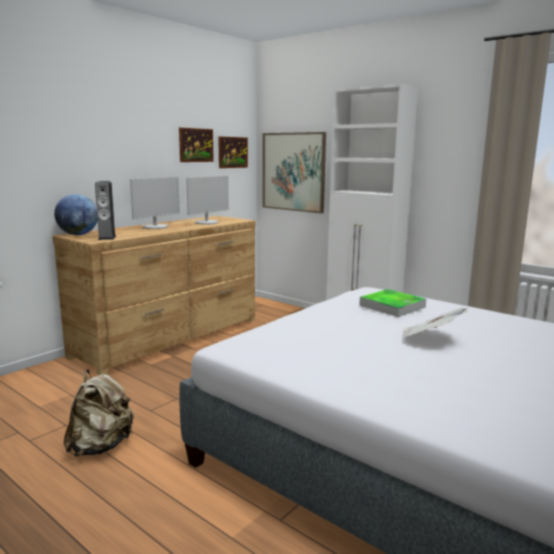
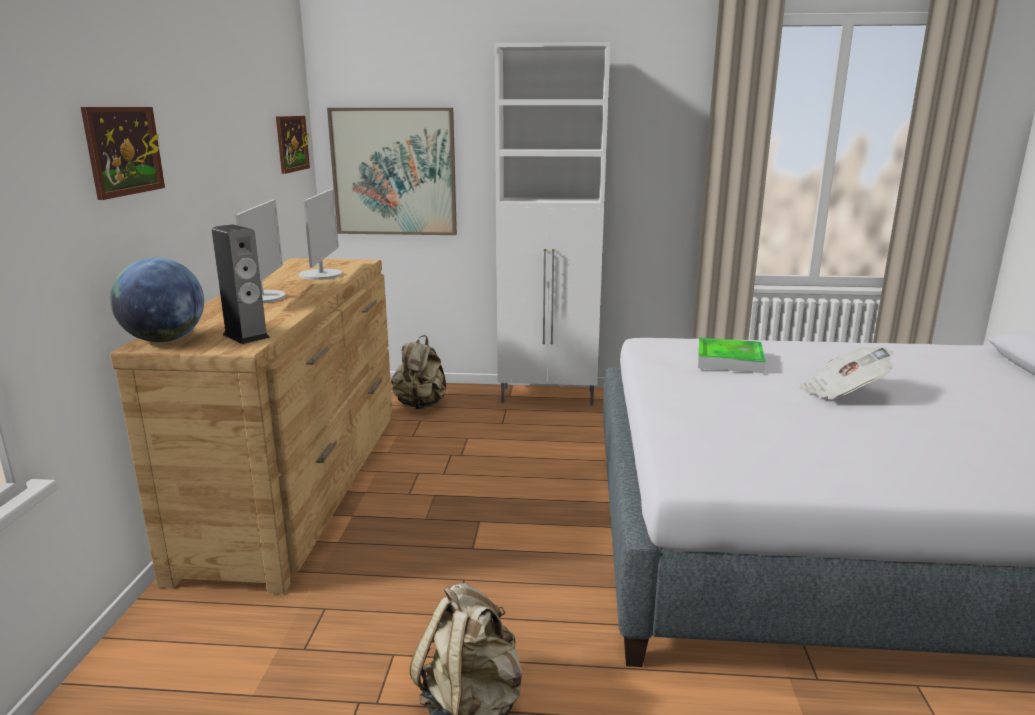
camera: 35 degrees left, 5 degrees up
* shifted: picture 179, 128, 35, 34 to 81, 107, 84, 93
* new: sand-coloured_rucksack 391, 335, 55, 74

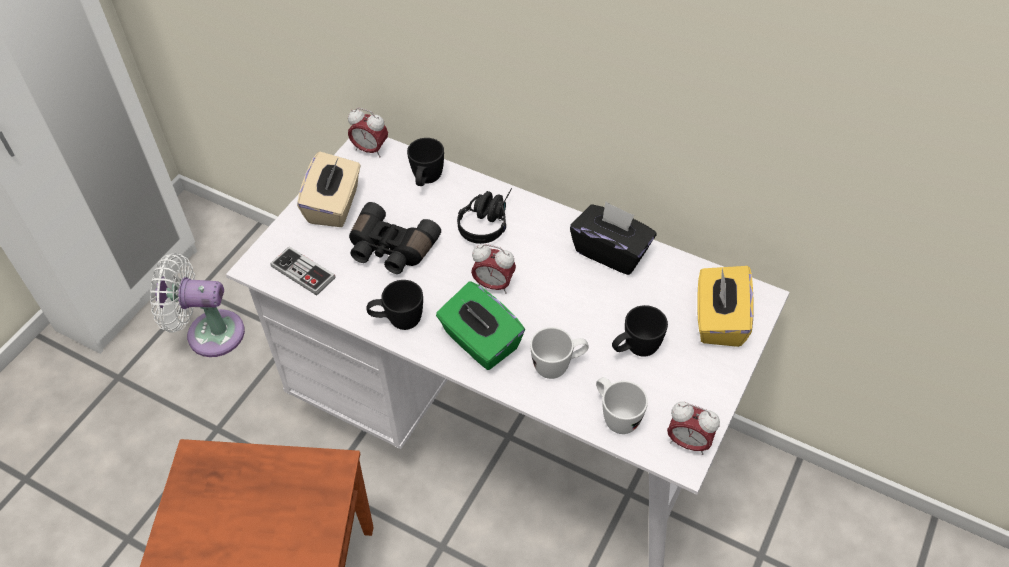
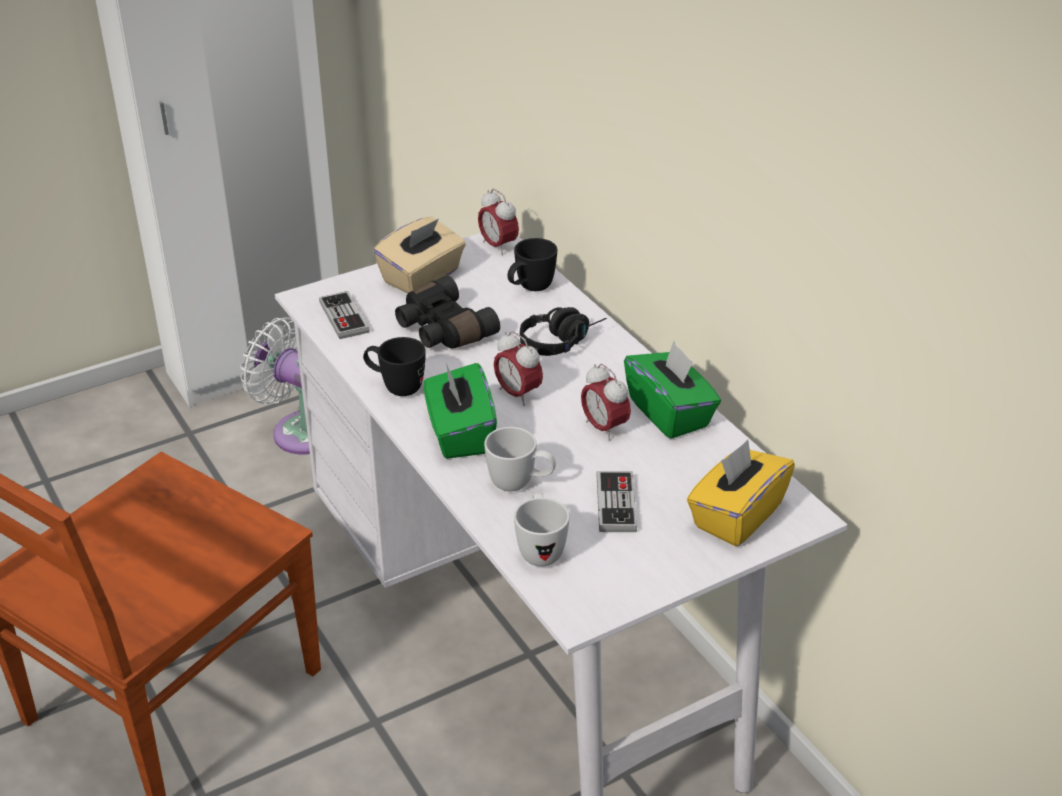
camera: 30 degrees right, 15 degrees down
* repainted: black_box_of_tissues 570, 201, 86, 74 to green_box_of_tissues 624, 341, 97, 98
* swapped: black_mug 612, 305, 56, 51 to gamepad 596, 471, 41, 61
* shifted: alarm_clock 667, 402, 53, 53 to 581, 364, 50, 77

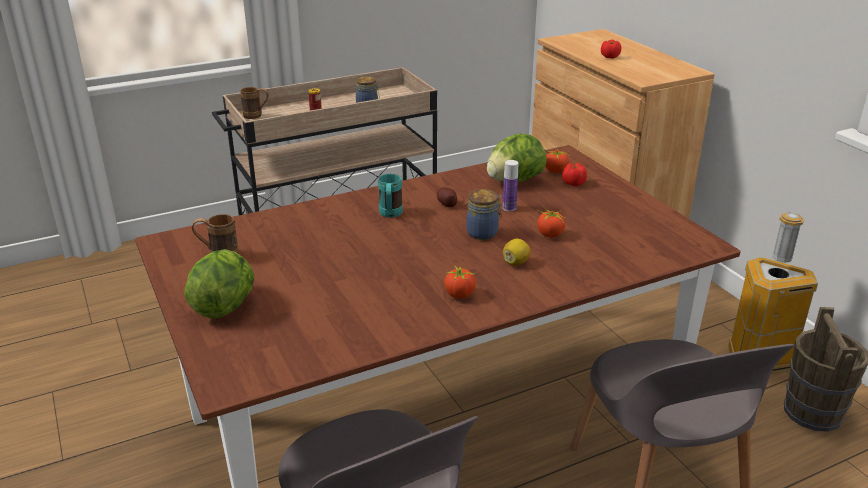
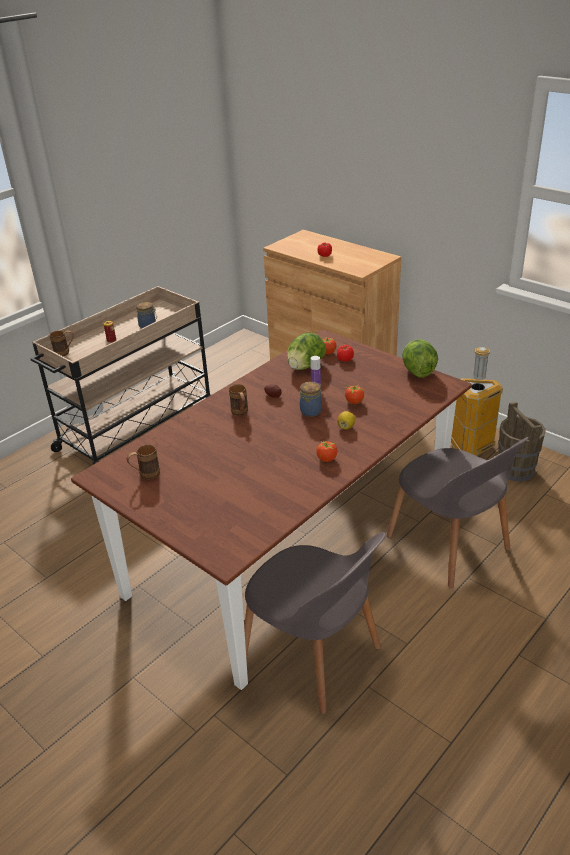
camera: 20 degrees left, 5 degrees up
* repainted: turquoise-coloured_mug 378, 174, 25, 43 to brown_mug 229, 384, 19, 32
* shifted: head_of_lettuce 184, 249, 70, 70 to 402, 339, 36, 39

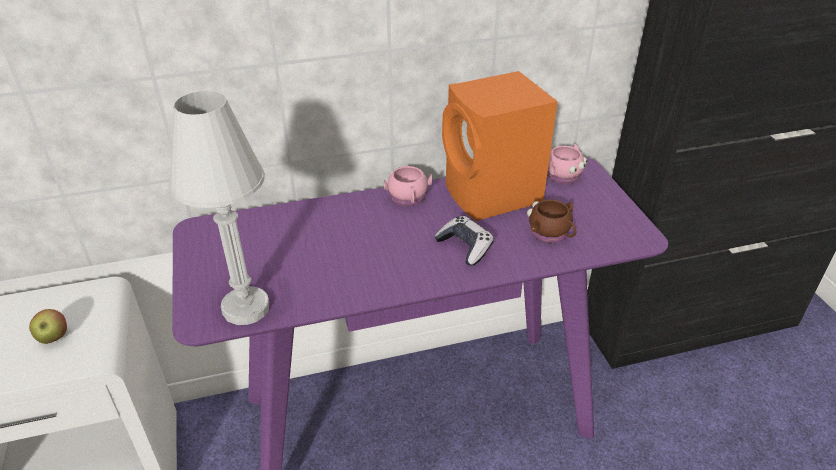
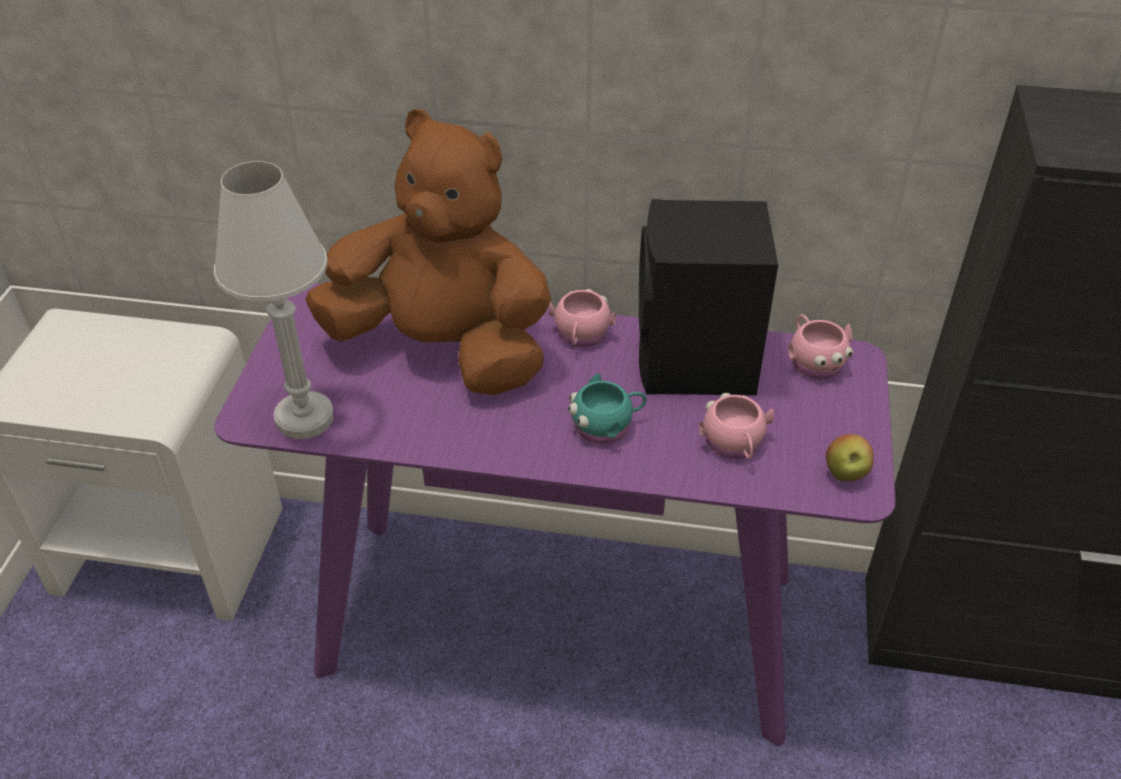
camera: 25 degrees right, 5 degrees up
* repainted: orange_audio_speaker 442, 71, 116, 150 to black_audio_speaker 639, 199, 139, 197
* repainted: brown_mug 527, 199, 49, 44 to pink-coloured_mug 699, 393, 75, 66
* swapped: gamepad 434, 216, 60, 50 to turquoise-coloured_mug 568, 373, 79, 71
* shifted: apple 29, 309, 38, 35 to 826, 434, 48, 47
* new: brown_plush_toy 305, 109, 246, 286

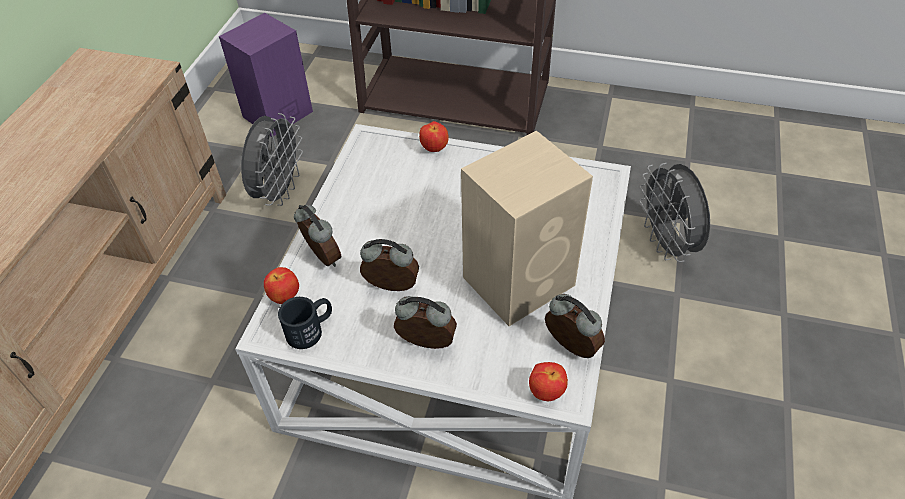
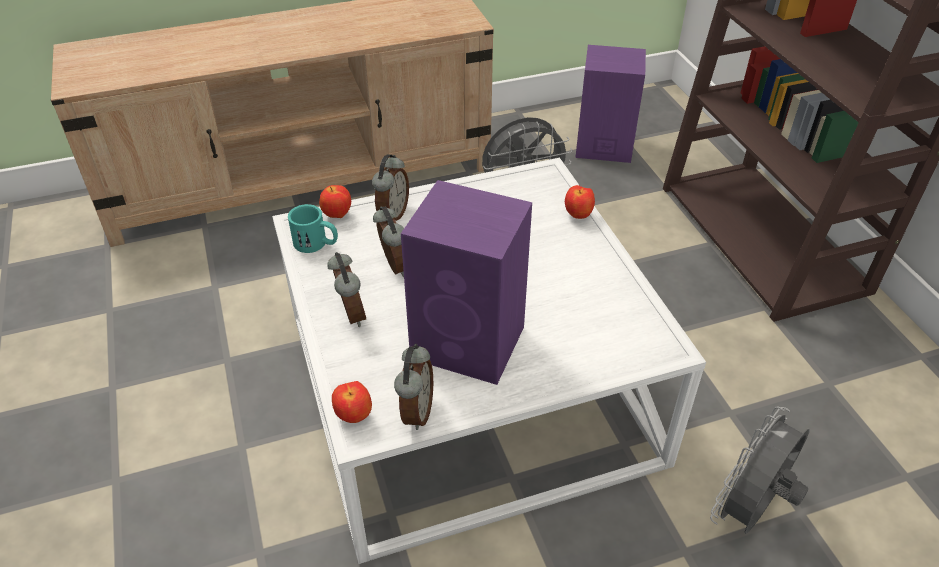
camera: 55 degrees right, 5 degrees down
* repainted: sand-coloured_audio_speaker 461, 131, 132, 195 to purplish_audio_speaker 401, 180, 131, 205
* repainted: black_mug 278, 297, 54, 52 to turquoise-coloured_mug 288, 204, 50, 49

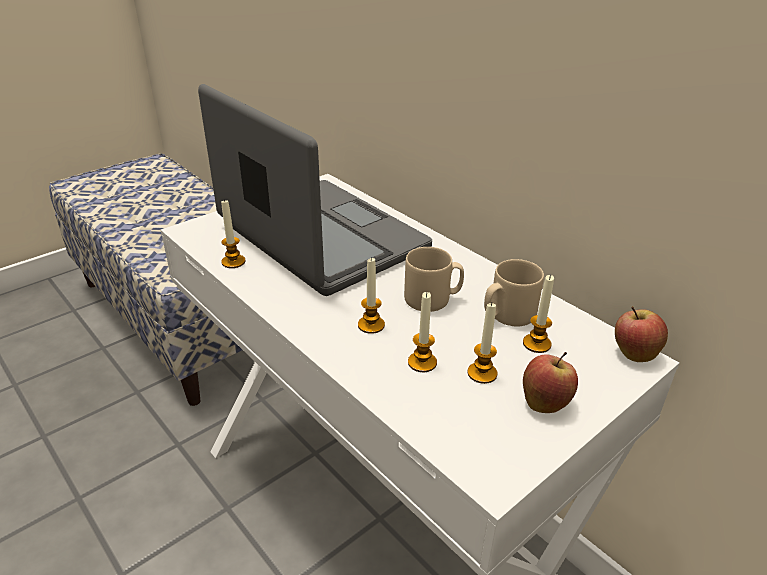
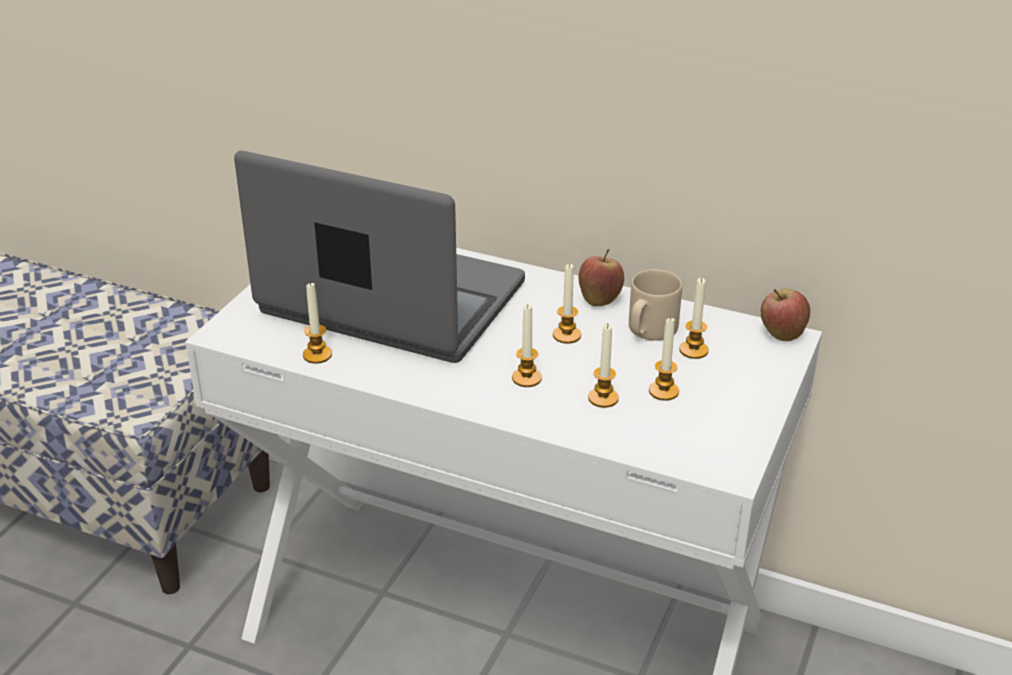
camera: 25 degrees left, 0 degrees up
* swapped: sand-coloured_mug 404, 247, 60, 65 to wax_candle 553, 263, 28, 81
* shifted: apple 523, 352, 55, 61 to 579, 249, 45, 57

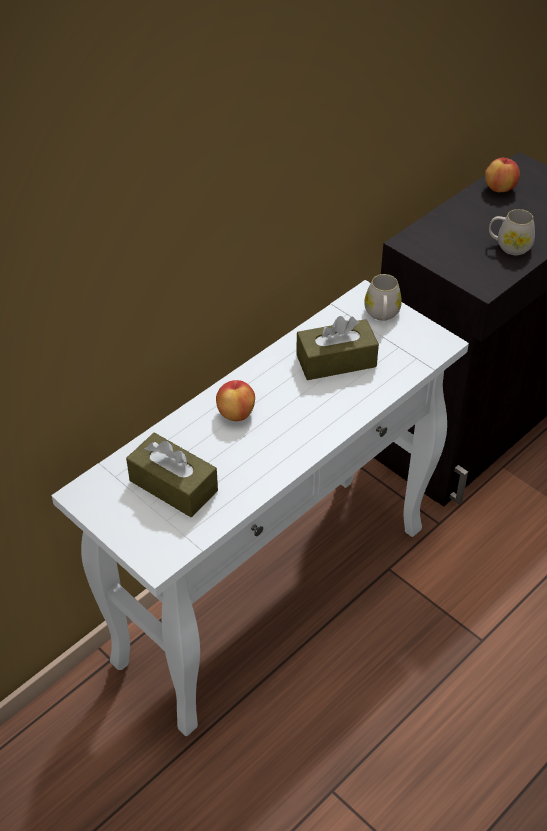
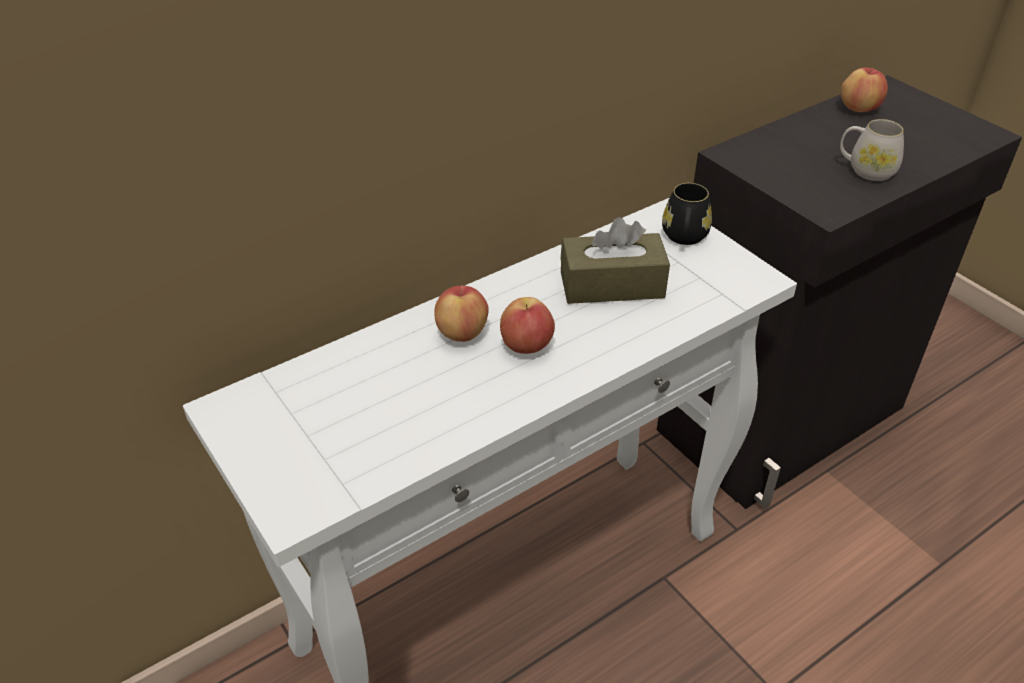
camera: 10 degrees right, 5 degrees down
* repainted: white_mug 364, 274, 38, 47 to black_mug 662, 183, 50, 62
* gone: brown_box_of_tissues 126, 433, 92, 84
* new: apple 500, 297, 55, 57

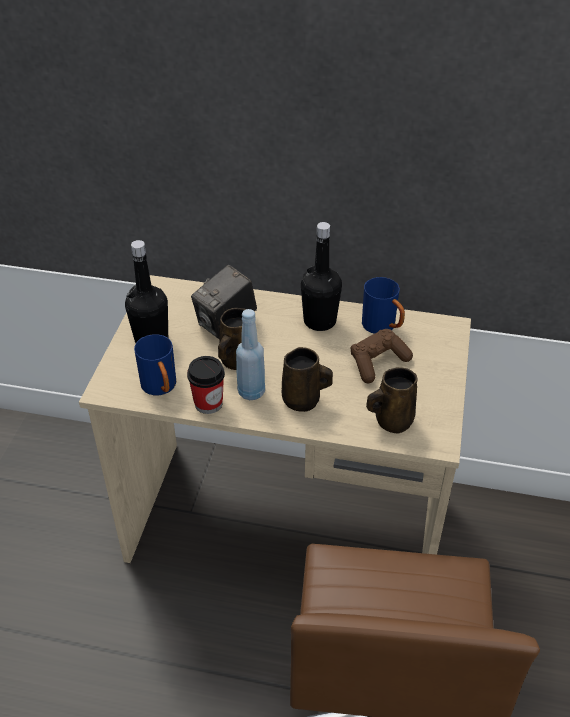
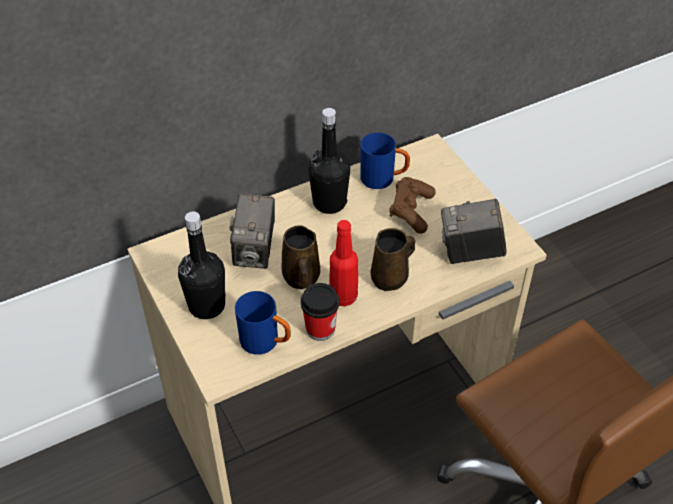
camera: 40 degrees left, 5 degrees up
* repainted: blue_beverage_bottle 236, 309, 29, 91 to red-coloured_beverage_bottle 329, 220, 29, 86
* swapped: brown_mug 366, 367, 52, 66 to photo_camera 441, 199, 66, 65

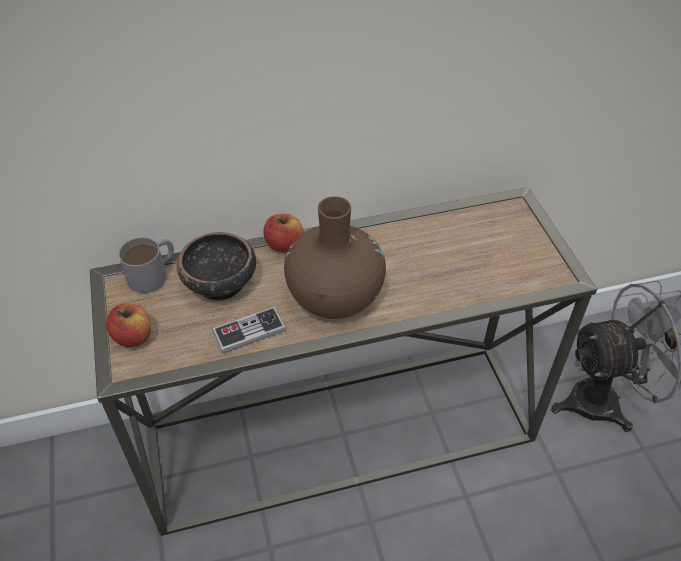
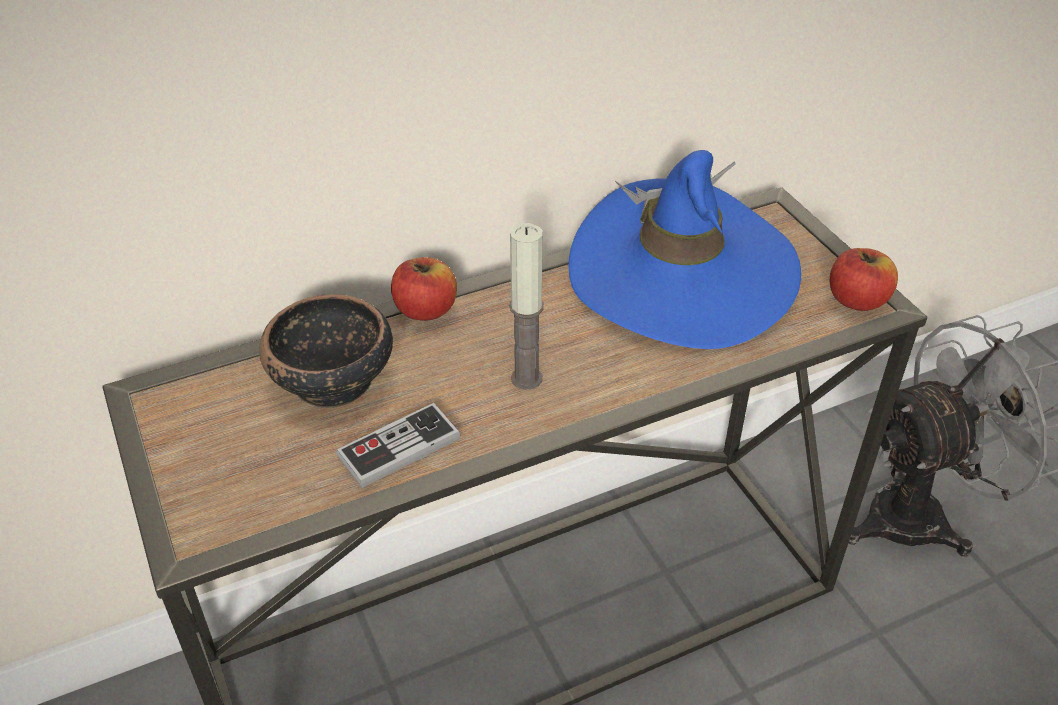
camera: 10 degrees left, 5 degrees down
* swapped: brown_vase 284, 196, 102, 123 to wax_candle 509, 223, 35, 167
* gone: gray_mug 118, 237, 56, 56
* shifted: apple 106, 303, 45, 44 to 830, 248, 68, 63
* new: blue_clothing_hat 569, 150, 232, 199

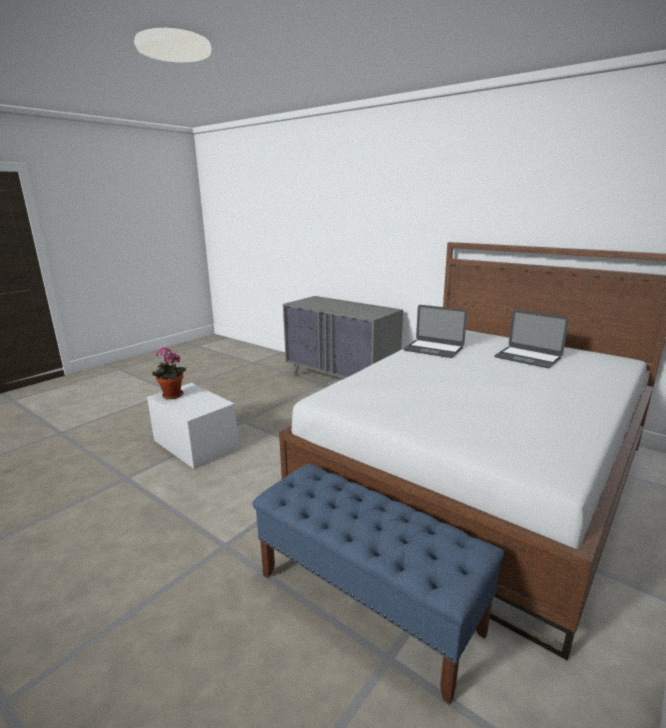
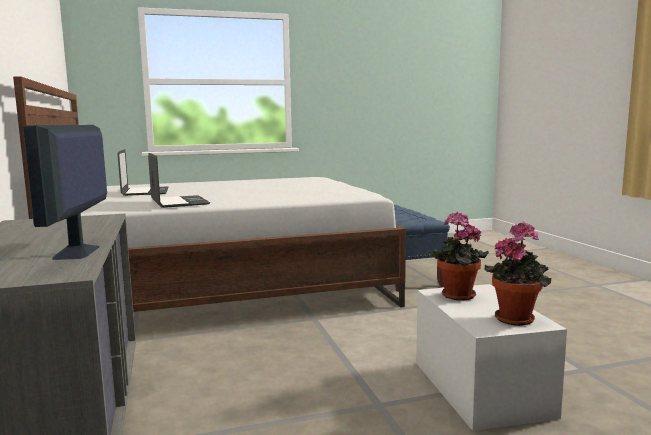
camera: 145 degrees left, 10 degrees down
* new: computer_screen 23, 125, 84, 135
* new: houseplant 432, 212, 57, 89

